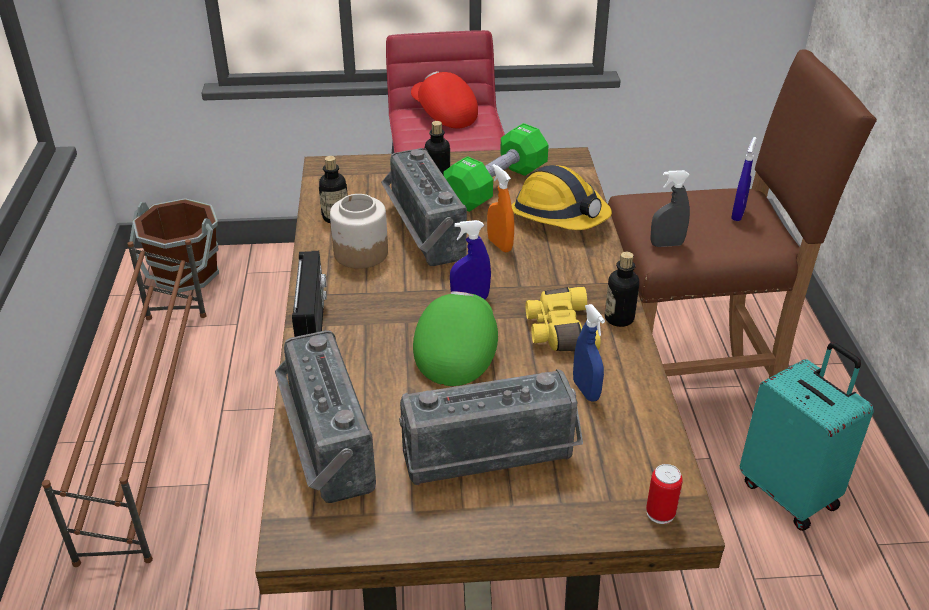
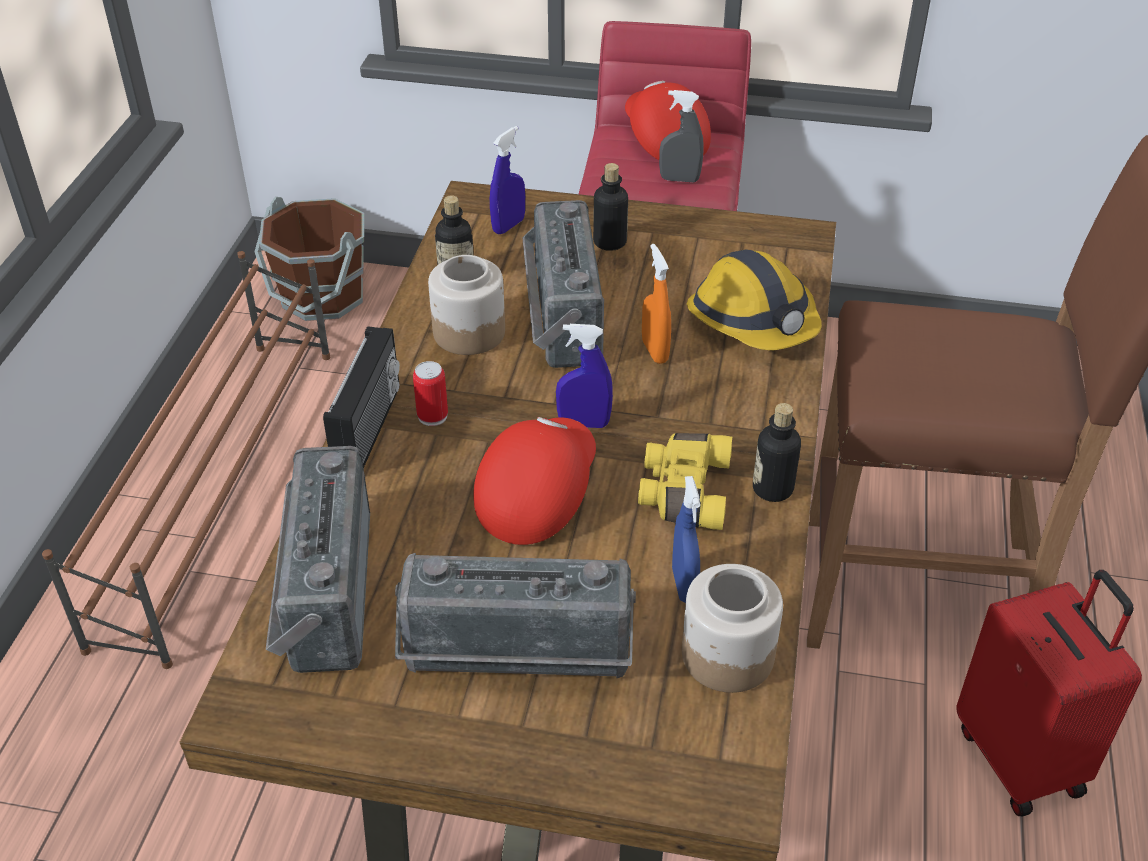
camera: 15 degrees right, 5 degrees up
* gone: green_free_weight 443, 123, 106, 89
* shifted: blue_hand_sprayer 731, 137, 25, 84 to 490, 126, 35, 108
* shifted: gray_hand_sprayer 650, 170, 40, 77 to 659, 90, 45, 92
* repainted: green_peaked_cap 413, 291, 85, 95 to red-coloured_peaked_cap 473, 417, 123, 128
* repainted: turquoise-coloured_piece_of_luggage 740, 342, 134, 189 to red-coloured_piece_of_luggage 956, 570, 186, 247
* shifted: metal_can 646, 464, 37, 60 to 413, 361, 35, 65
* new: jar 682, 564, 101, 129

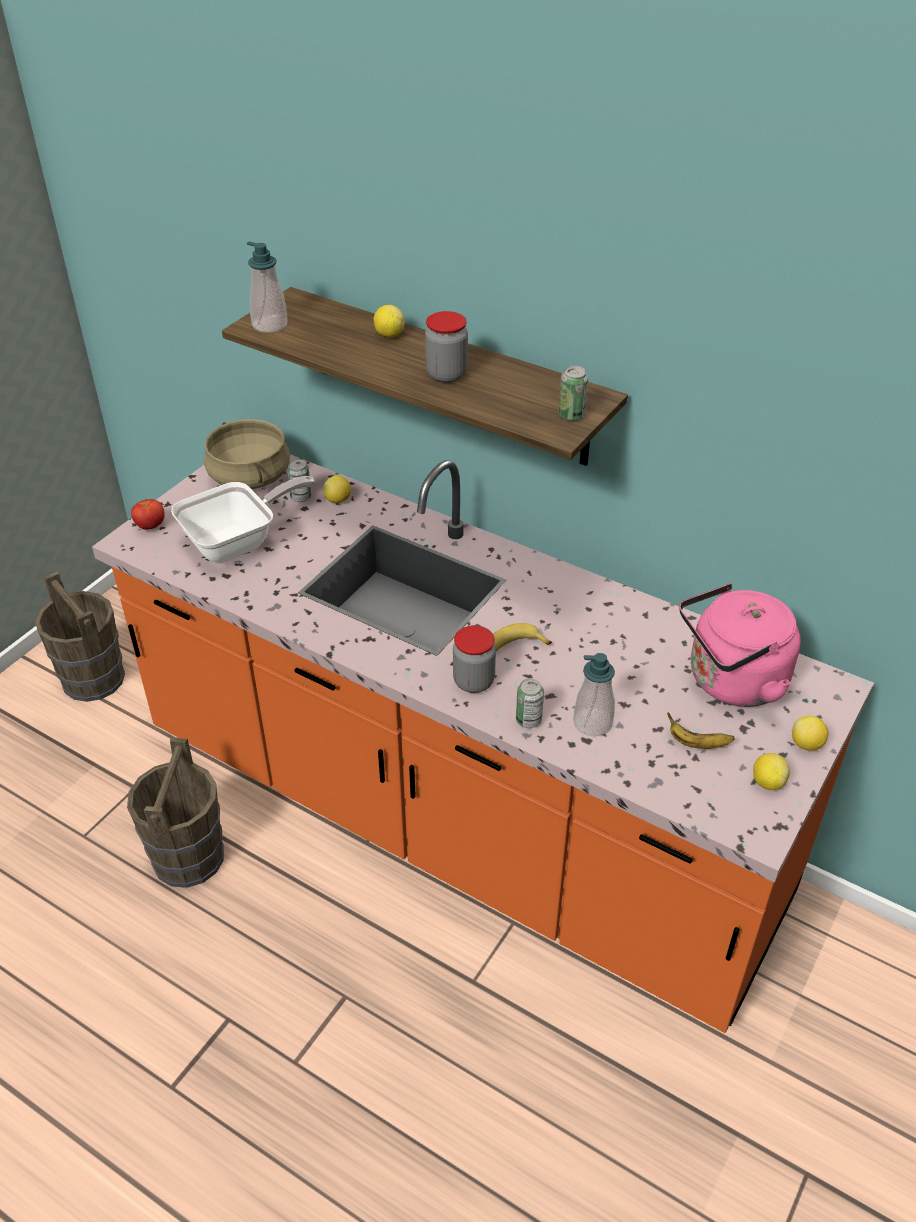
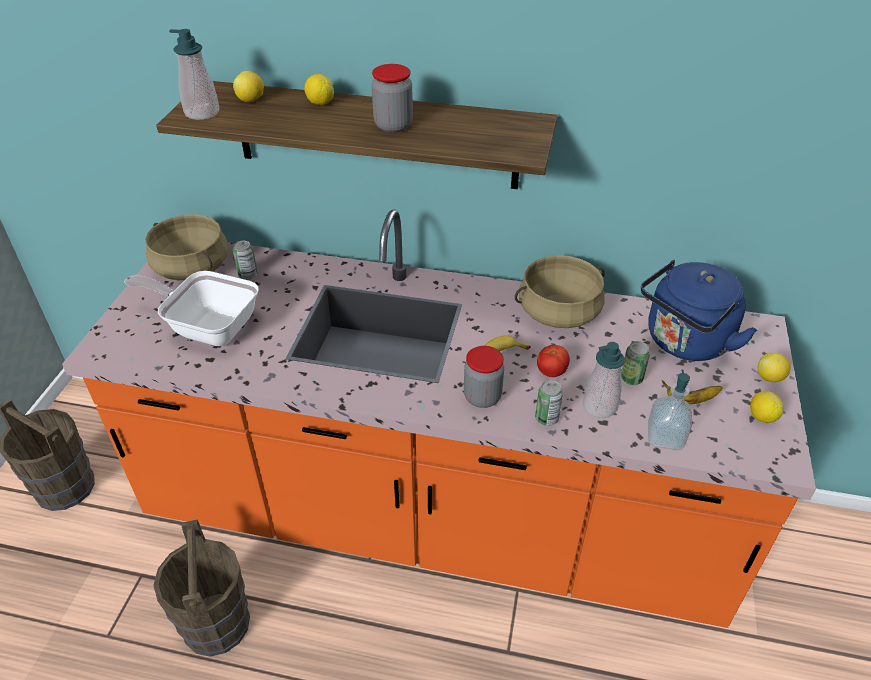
camera: 20 degrees left, 0 degrees up
* shifted: metal_can 559, 366, 29, 55 to 621, 341, 29, 44
* shifted: citrus_fruit 323, 475, 28, 28 to 233, 71, 31, 31
* rotated: pan 171, 476, 144, 87 = 124, 271, 135, 75 105 degrees counterclockwise
* shifted: fresh_tomato 131, 499, 34, 31 to 537, 345, 33, 32
* repainted: pink-coloured_water_kettle 679, 583, 122, 124 to blue_water_kettle 641, 260, 116, 101
* new: sand-coloured_stockpot 515, 255, 90, 73
* new: liquid_soap_bottle 648, 370, 44, 80

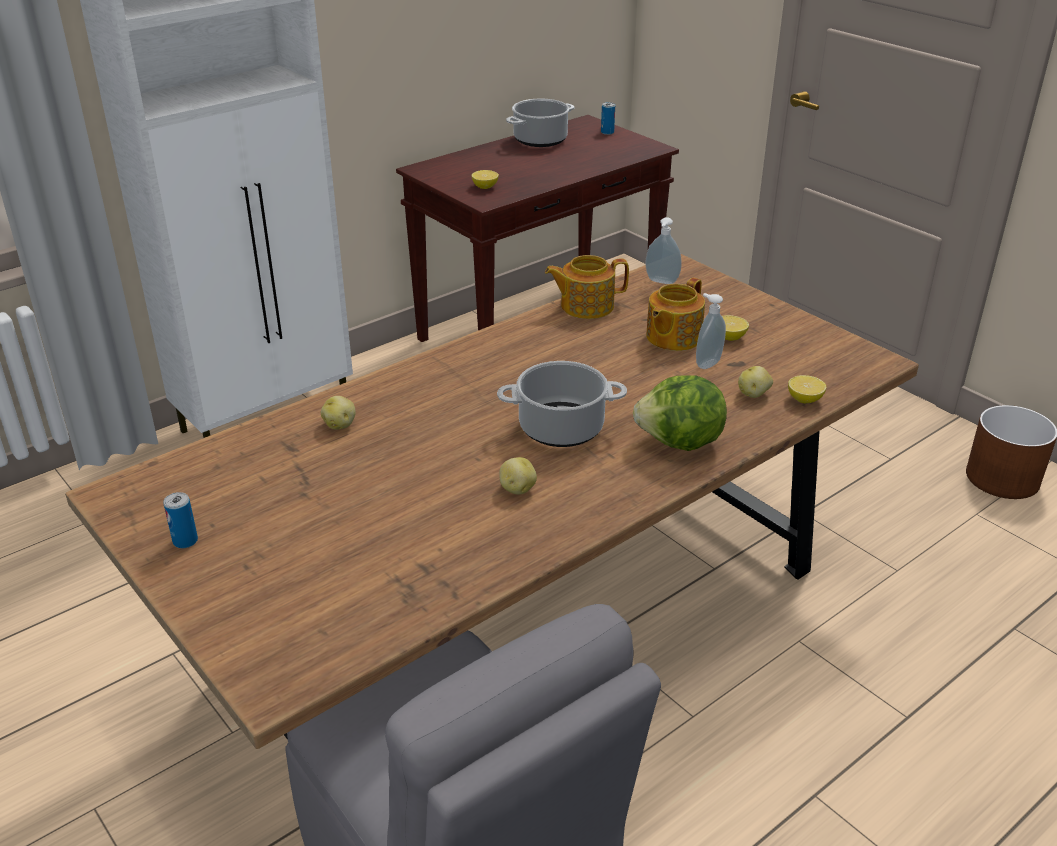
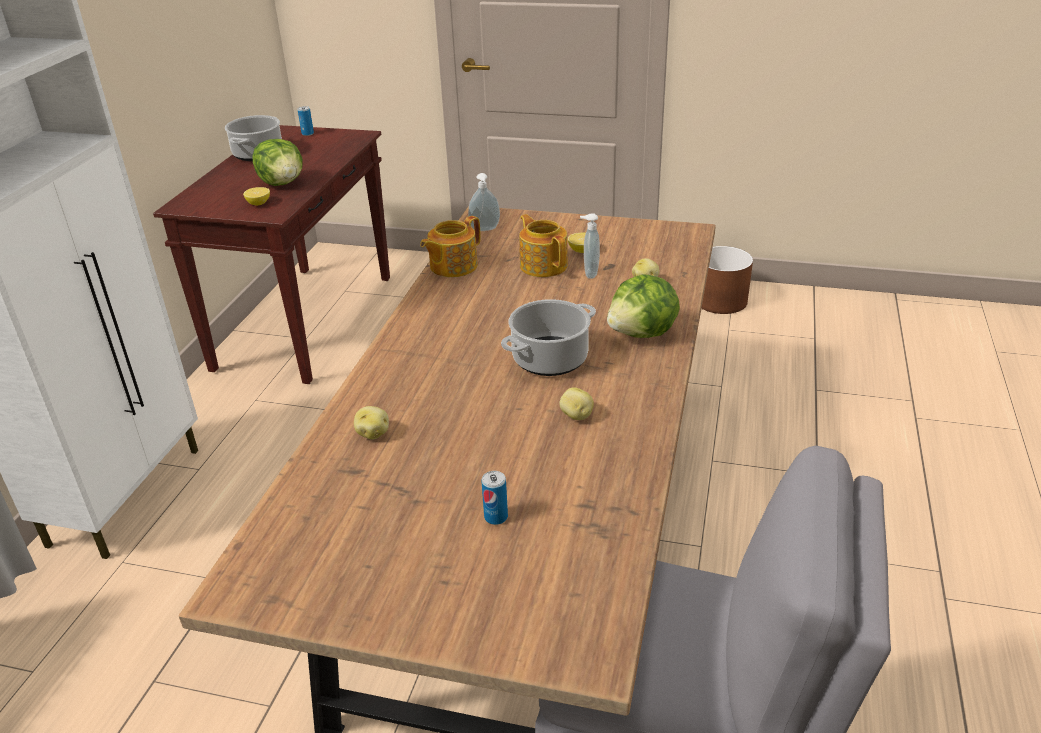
camera: 35 degrees left, 0 degrees up
* rotated: tea_pot 646, 278, 59, 73 = 519, 214, 49, 63 150 degrees clockwise
* gone: citrus_fruit 788, 375, 38, 28
* shifted: metal_can 164, 492, 34, 56 to 482, 471, 26, 54
* new: head_of_lettuce 252, 139, 51, 47

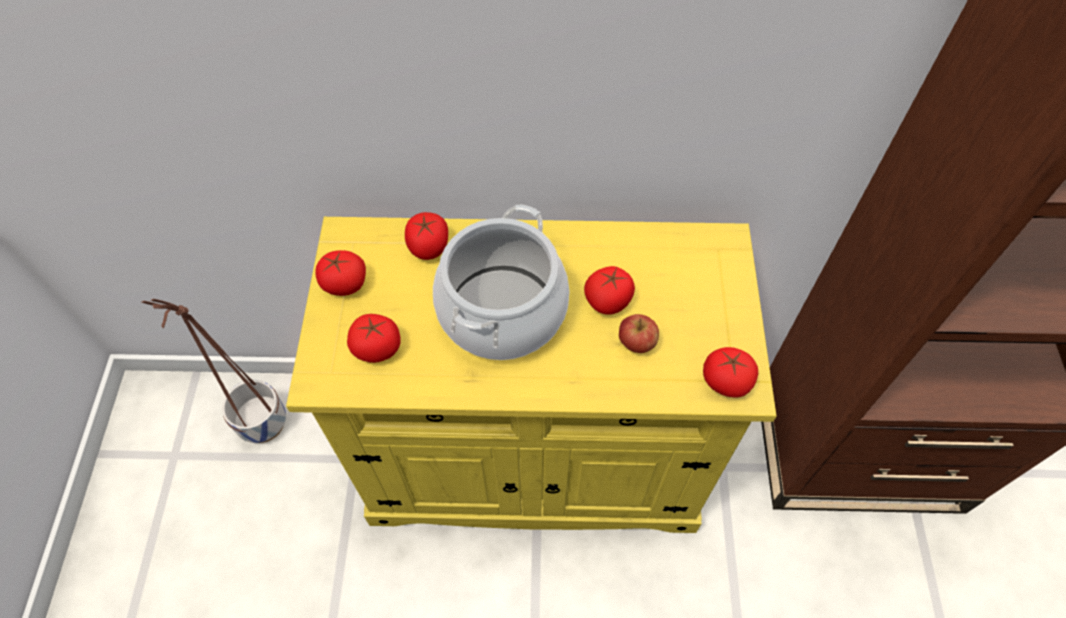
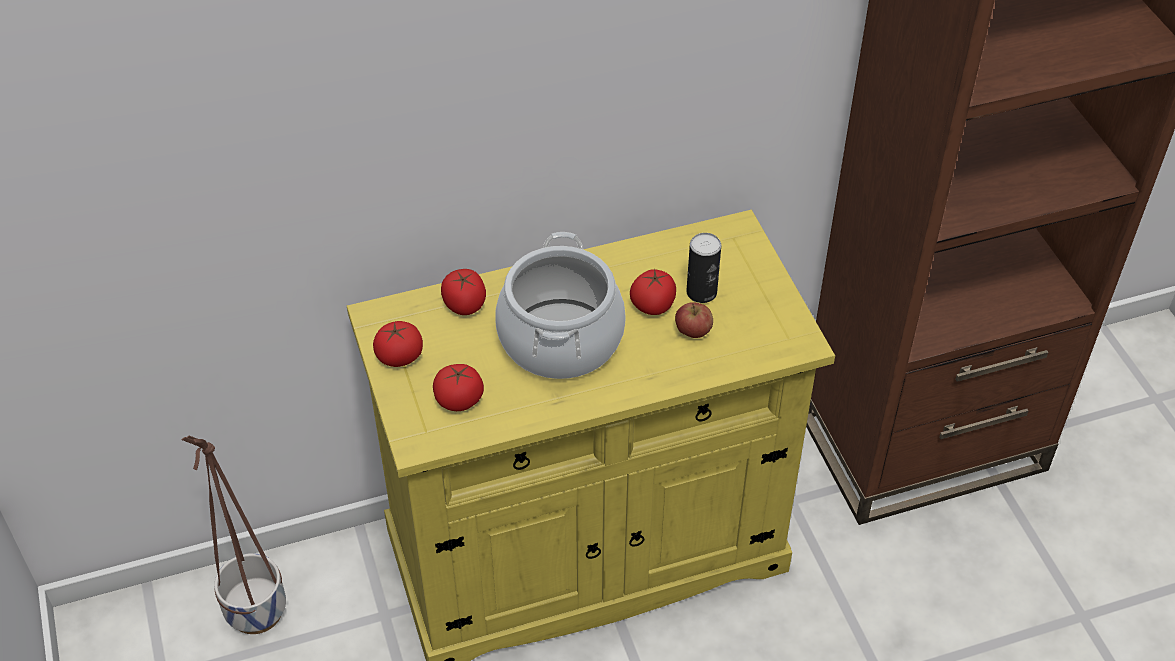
camera: 20 degrees left, 10 degrees down
* gone: fresh_tomato 703, 347, 55, 50
* new: metal_can 687, 233, 34, 70

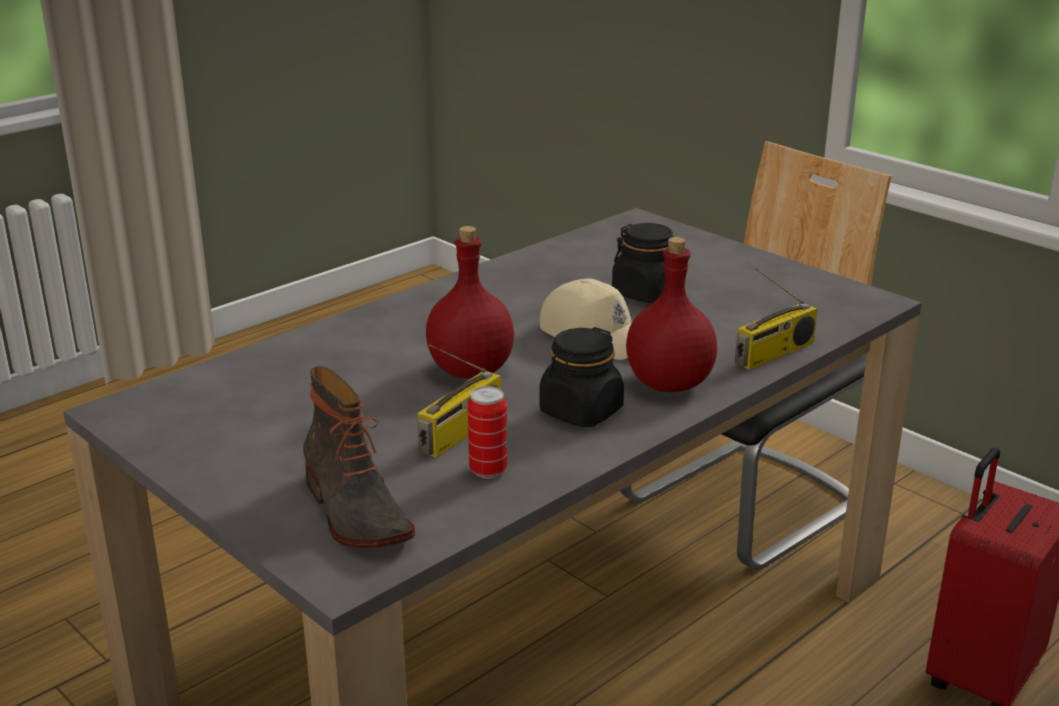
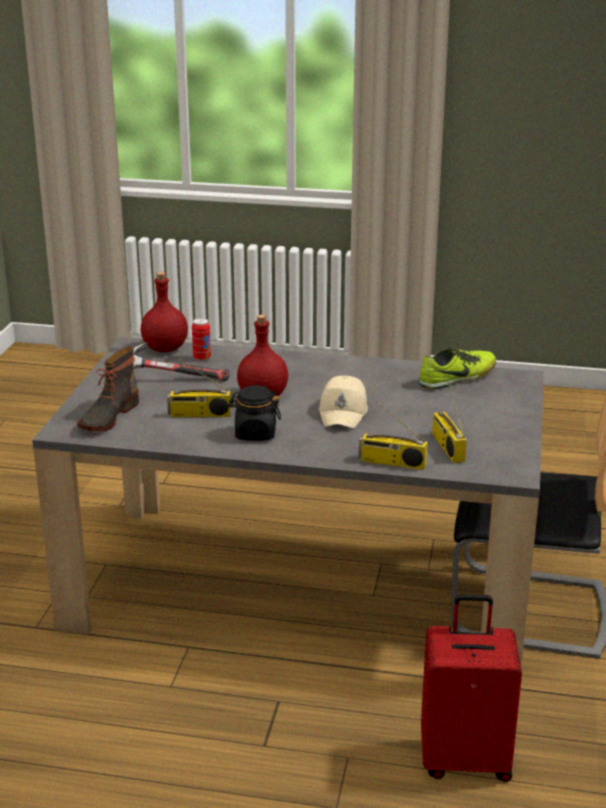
camera: 55 degrees right, 0 degrees up
* gone: black_jar 612, 223, 62, 80
* shifted: red-coloured_beverage_bottle 626, 237, 91, 155 to 141, 272, 47, 80
* shifted: metal_can 468, 386, 39, 92 to 192, 318, 19, 43
* new: hand_hammer 133, 343, 97, 39
* new: item_of_footwear 420, 347, 76, 42
* new: radio_receiver 432, 382, 35, 81

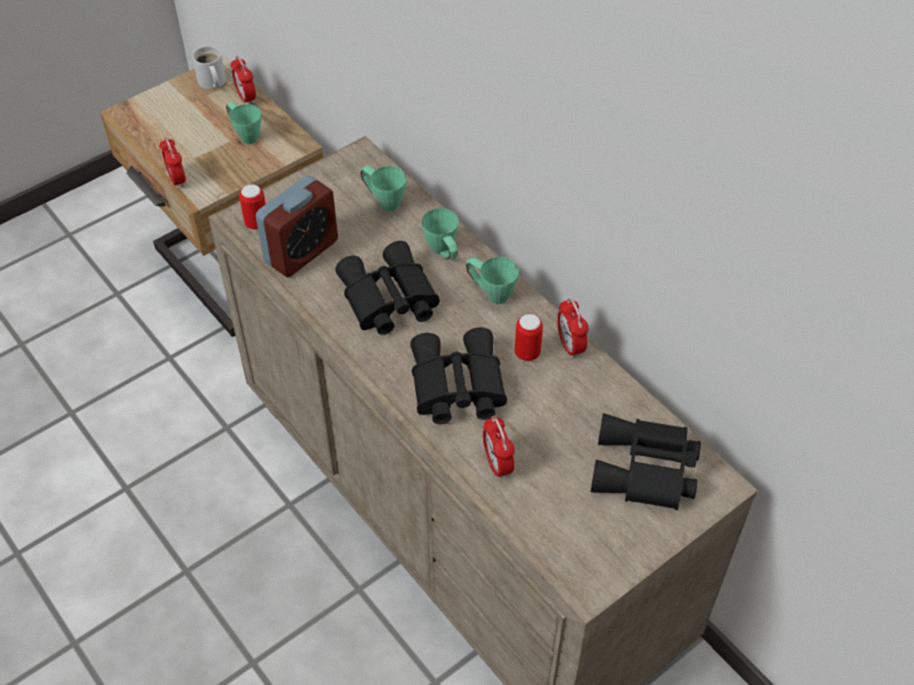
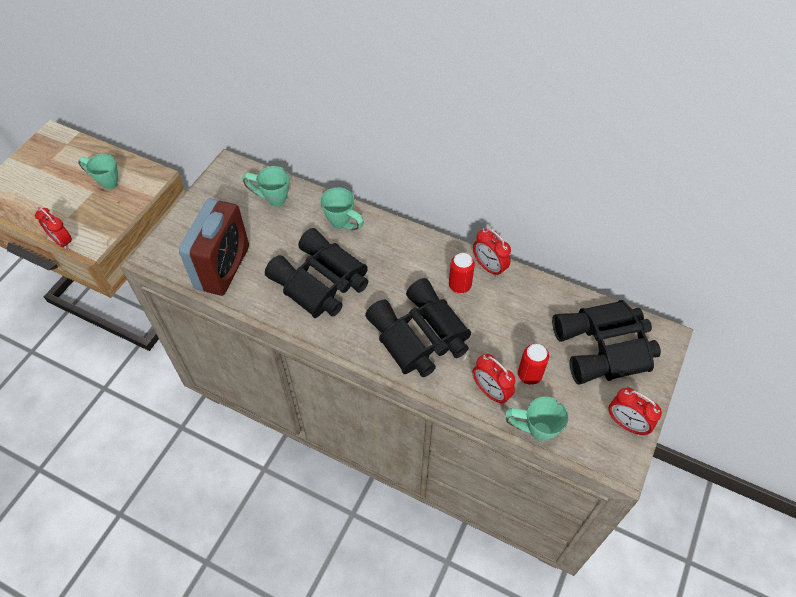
camera: 25 degrees left, 5 degrees up
* gone: white_mug 192, 46, 34, 43
* shifted: alarm_clock 231, 56, 25, 48 to 609, 388, 53, 48
* shifted: metal_can 239, 184, 27, 46 to 518, 344, 31, 41
* shifted: green_mug 466, 257, 53, 47 to 506, 397, 63, 44

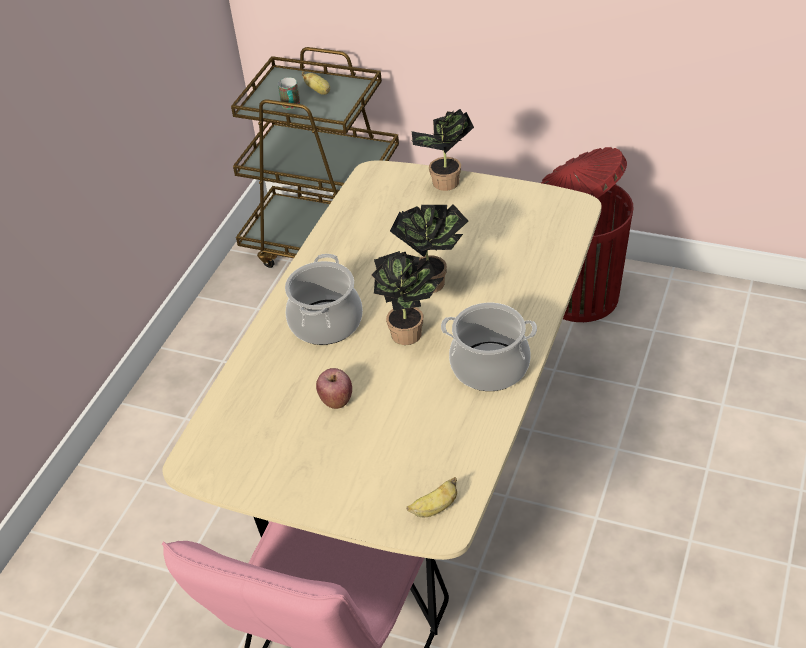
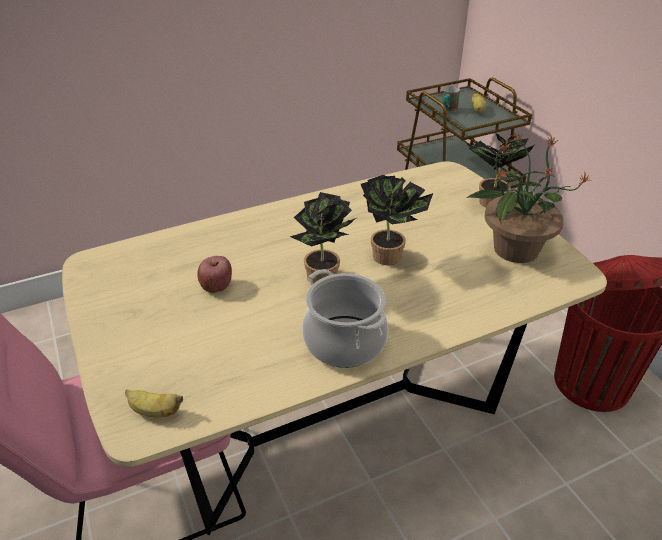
camera: 40 degrees right, 5 degrees down
* gone: stockpot 285, 254, 78, 91
* new: houseplant 467, 131, 125, 132

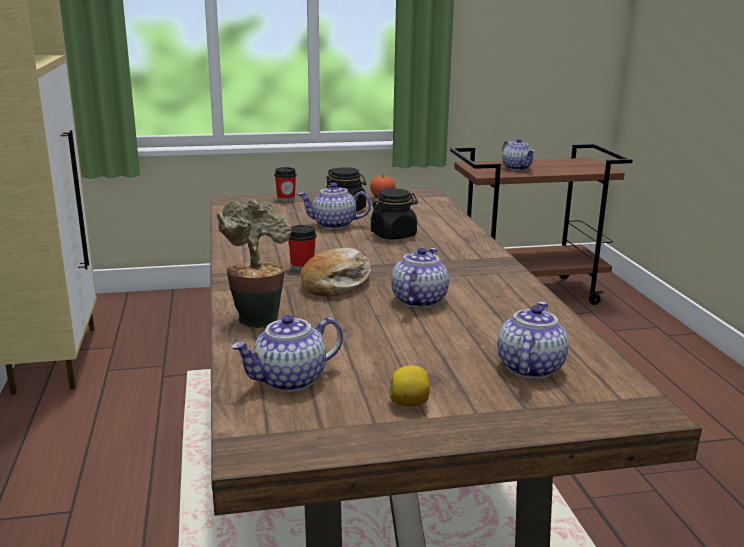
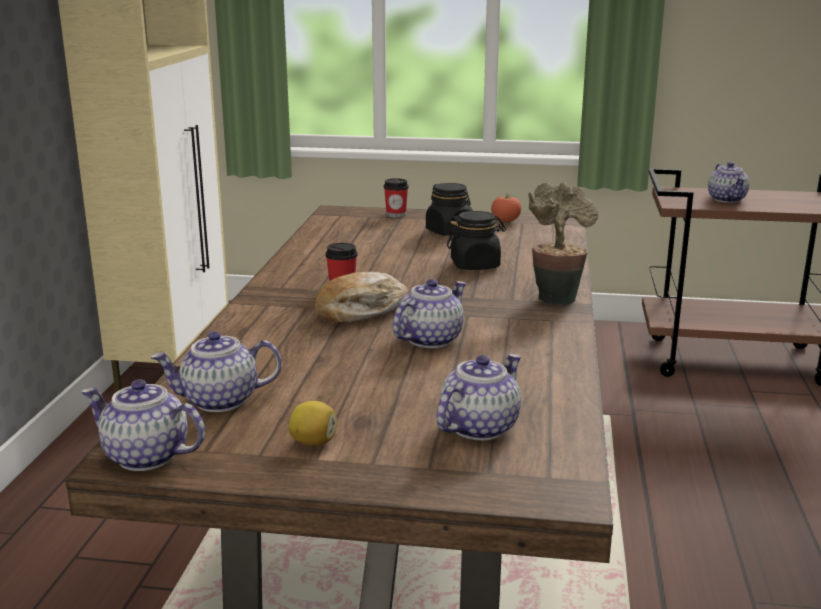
camera: 20 degrees right, 0 degrees up
* shifted: tea_pot 298, 183, 73, 46 to 81, 379, 124, 92
* shifted: houseplant 216, 199, 75, 129 to 528, 182, 70, 124

